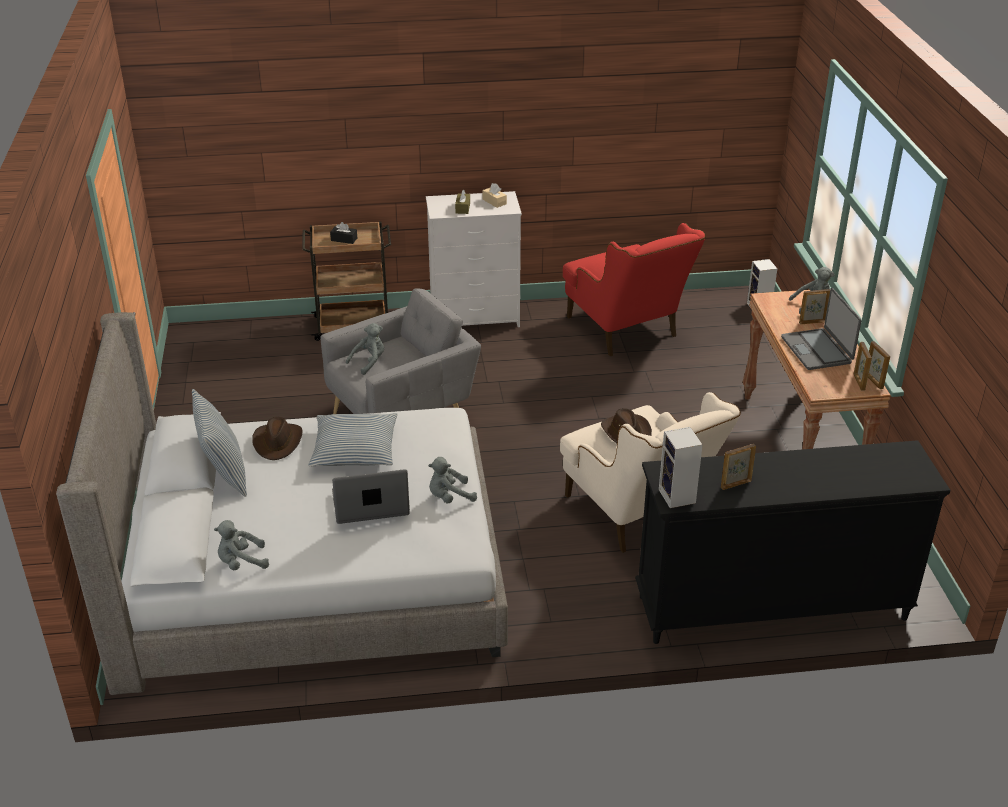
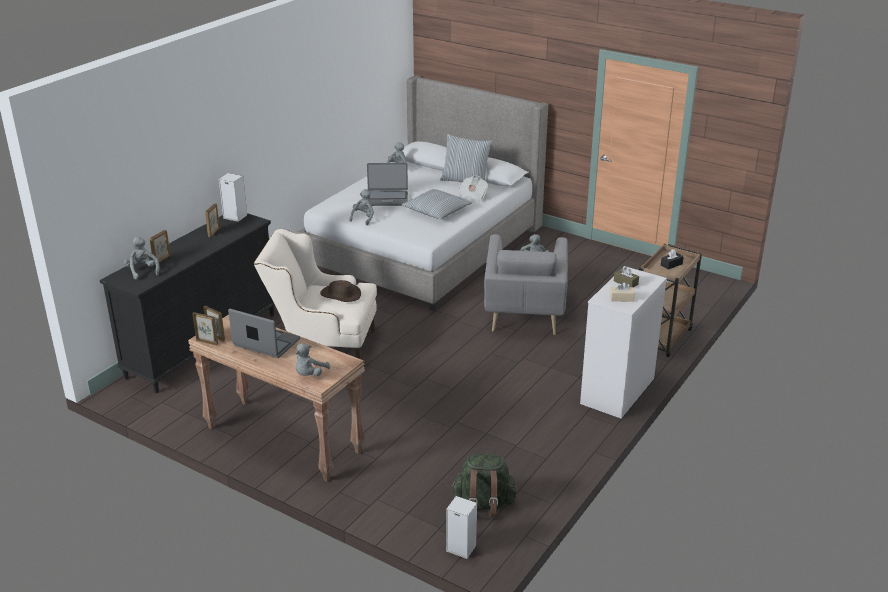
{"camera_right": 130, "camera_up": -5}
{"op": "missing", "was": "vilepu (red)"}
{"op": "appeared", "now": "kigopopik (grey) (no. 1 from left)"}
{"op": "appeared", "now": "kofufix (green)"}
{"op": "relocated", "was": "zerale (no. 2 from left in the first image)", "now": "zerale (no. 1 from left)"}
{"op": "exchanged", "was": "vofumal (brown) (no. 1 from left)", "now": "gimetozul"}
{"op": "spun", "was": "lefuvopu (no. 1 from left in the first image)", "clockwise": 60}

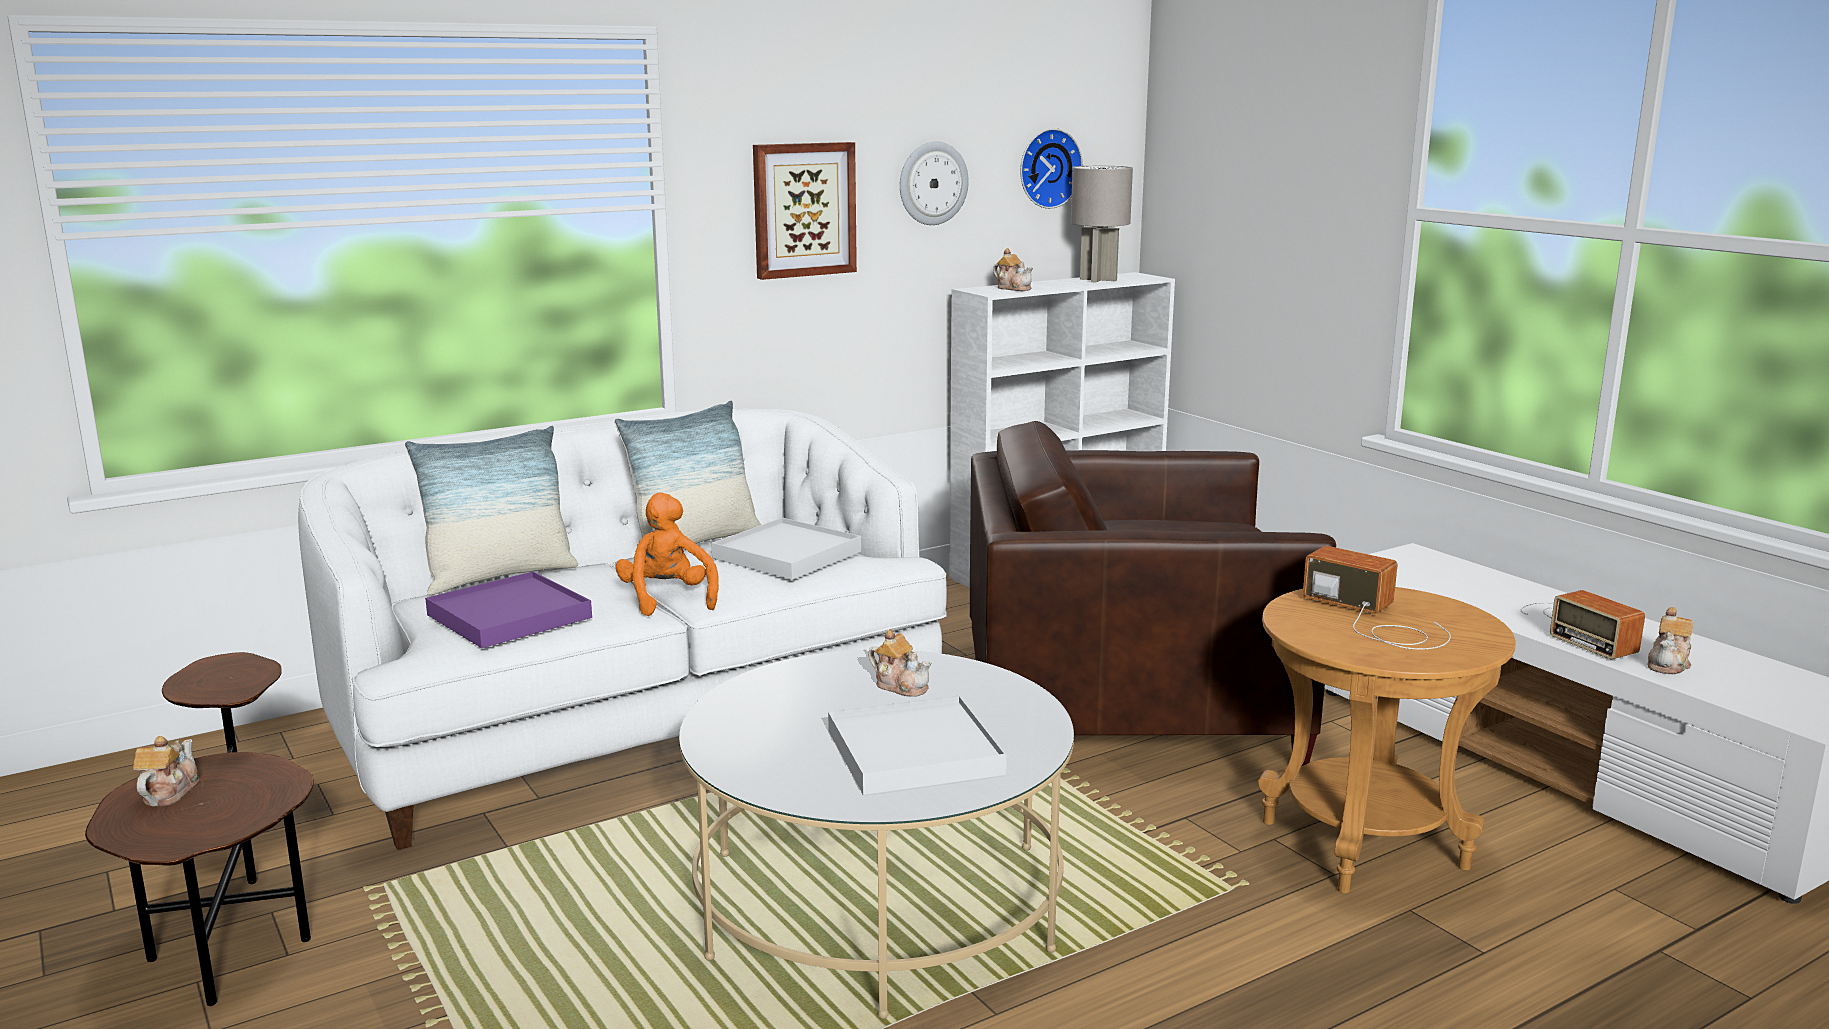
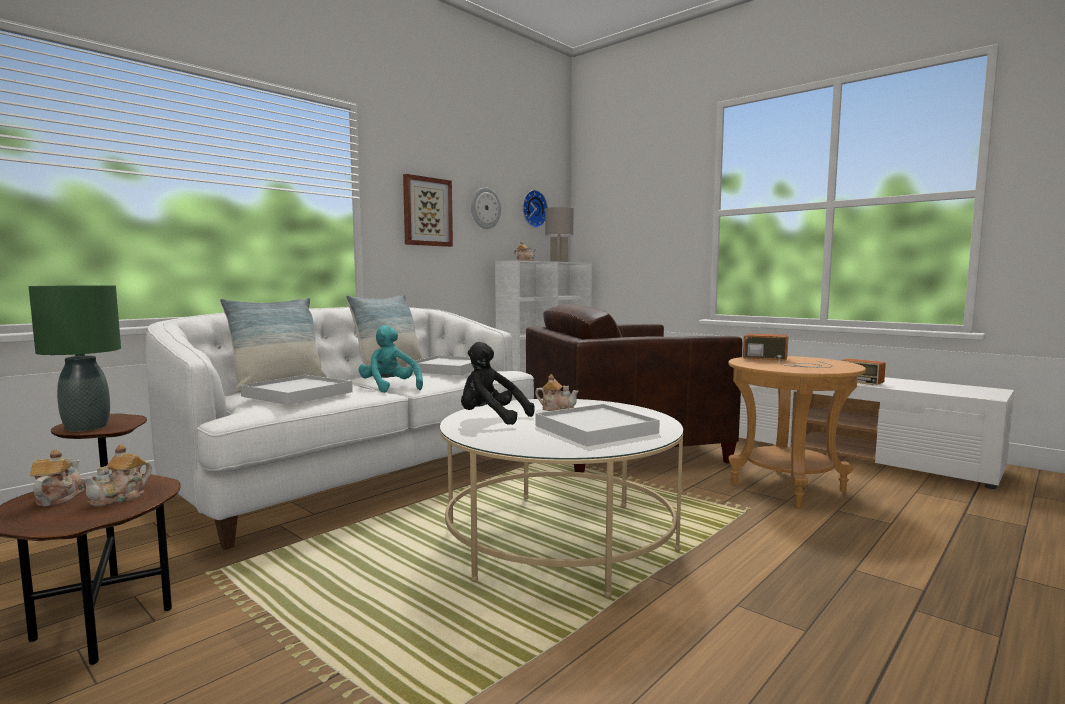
{"camera_right": -15, "camera_up": -10}
{"op": "appeared", "now": "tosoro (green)"}
{"op": "appeared", "now": "kigopopik (black)"}
{"op": "relocated", "was": "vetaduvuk (no. 4 from left in the first image)", "now": "vetaduvuk (no. 2 from left)"}
{"op": "colour", "was": "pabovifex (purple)", "now": "pabovifex (white) (no. 1 from left)"}
{"op": "colour", "was": "kigopopik (orange)", "now": "kigopopik (turquoise)"}

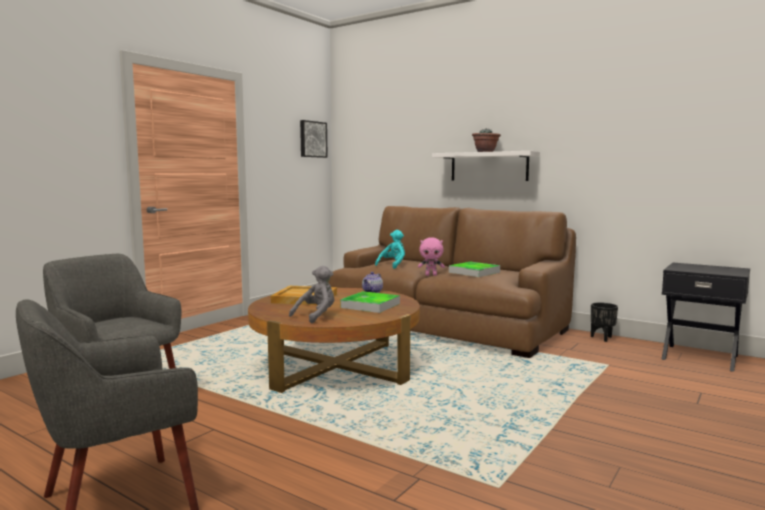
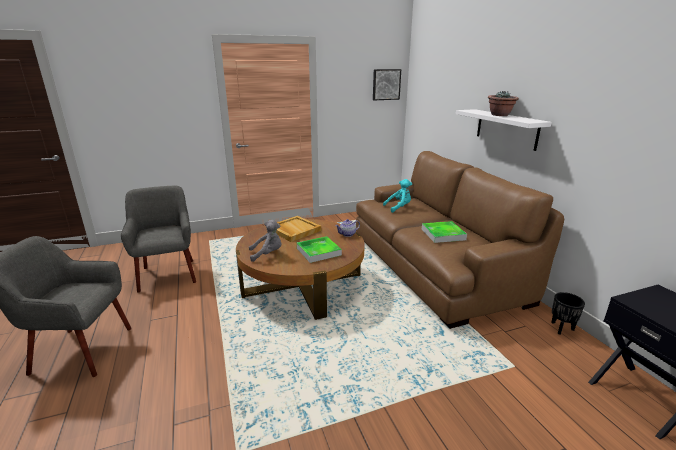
{"camera_right": 35, "camera_up": 15}
{"op": "missing", "was": "kigopopik (pink)"}

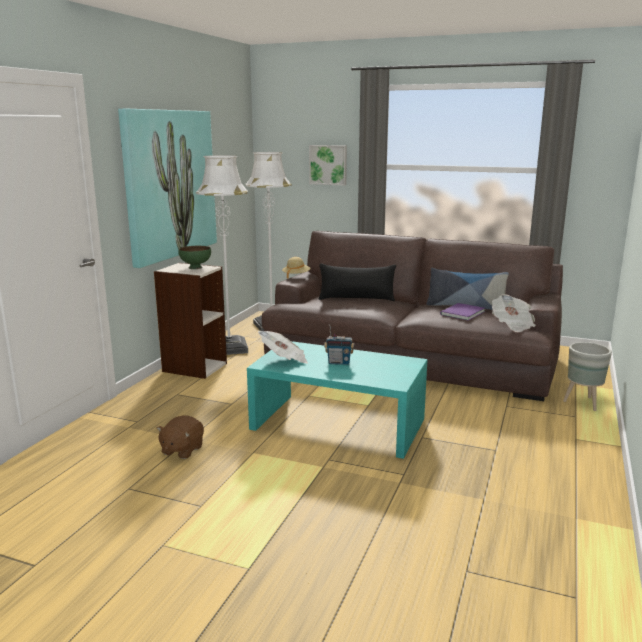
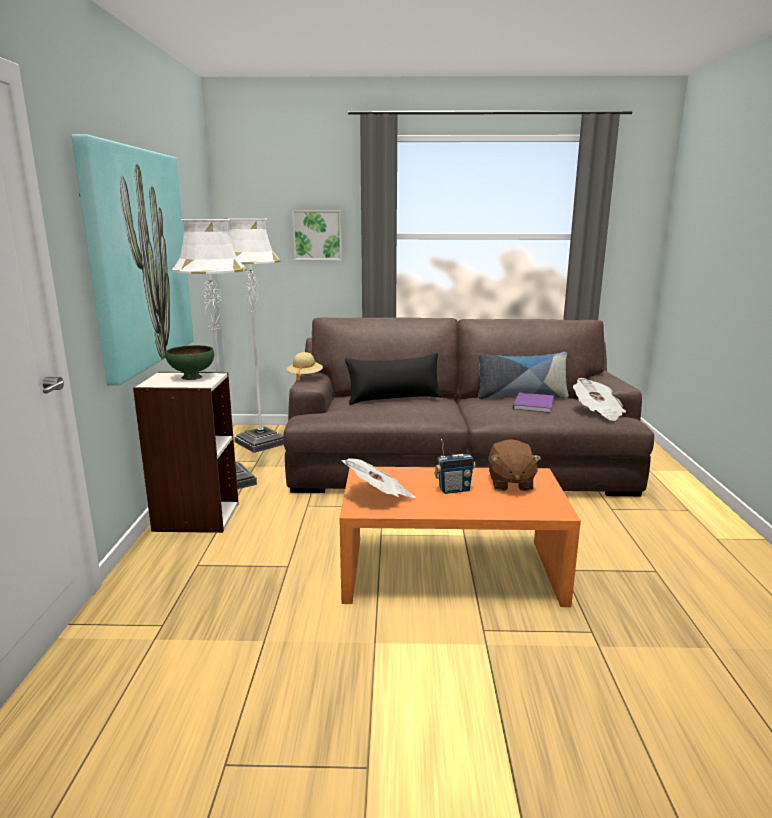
{"camera_right": -20, "camera_up": 0}
{"op": "missing", "was": "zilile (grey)"}
{"op": "relocated", "was": "kigopopik (brown)"}
{"op": "colour", "was": "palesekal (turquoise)", "now": "palesekal (orange)"}

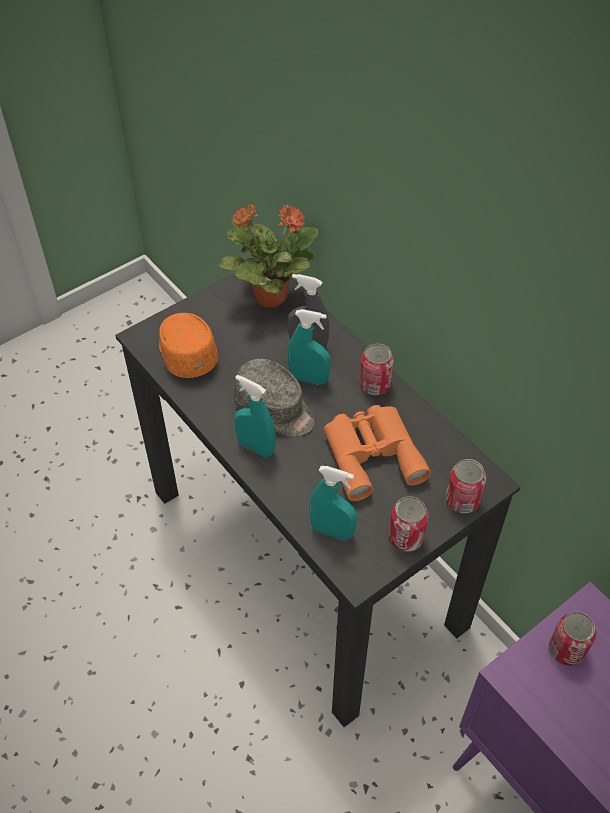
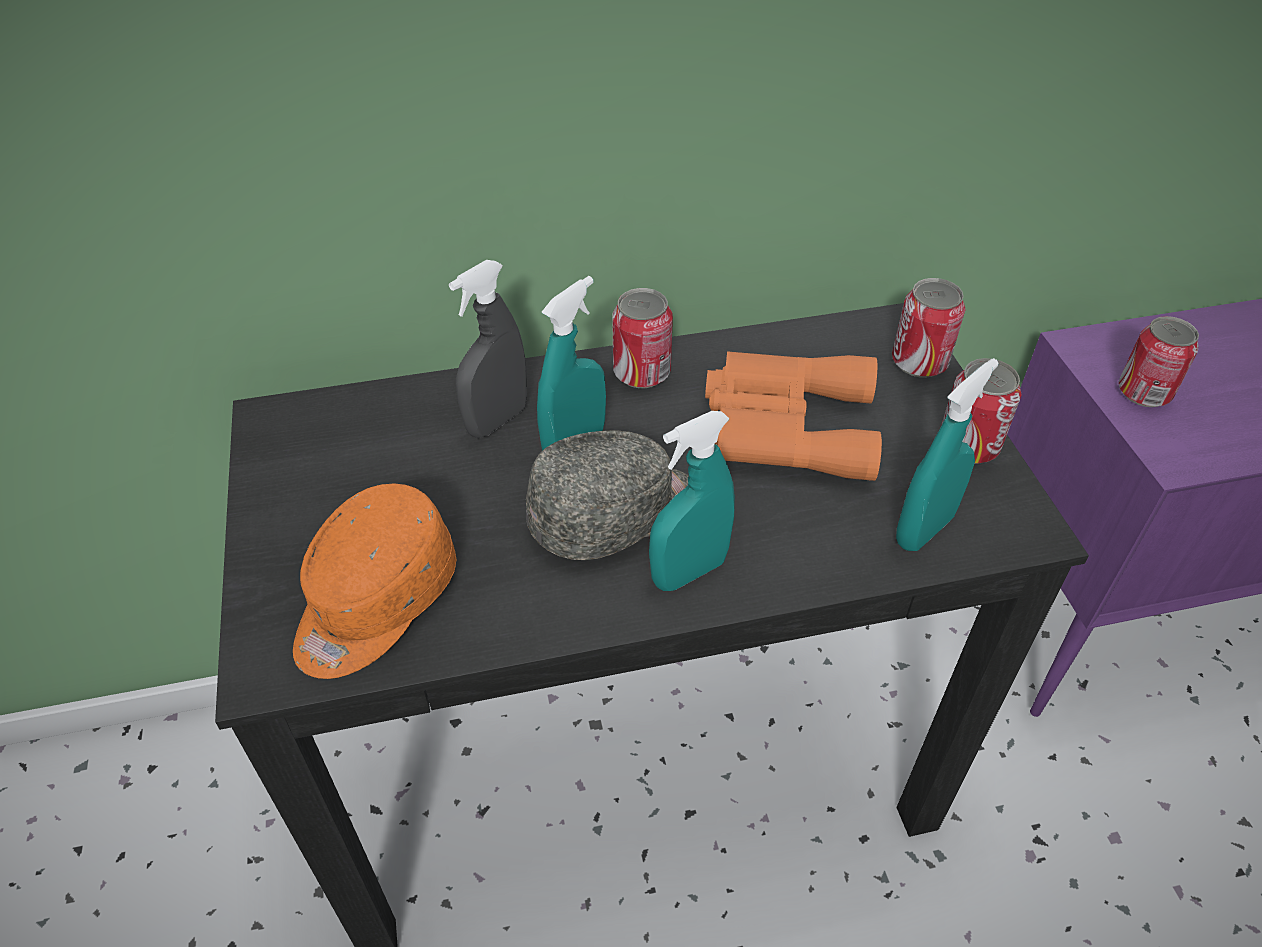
{"camera_right": -65, "camera_up": -5}
{"op": "missing", "was": "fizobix"}
{"op": "spun", "was": "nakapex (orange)", "clockwise": -60}

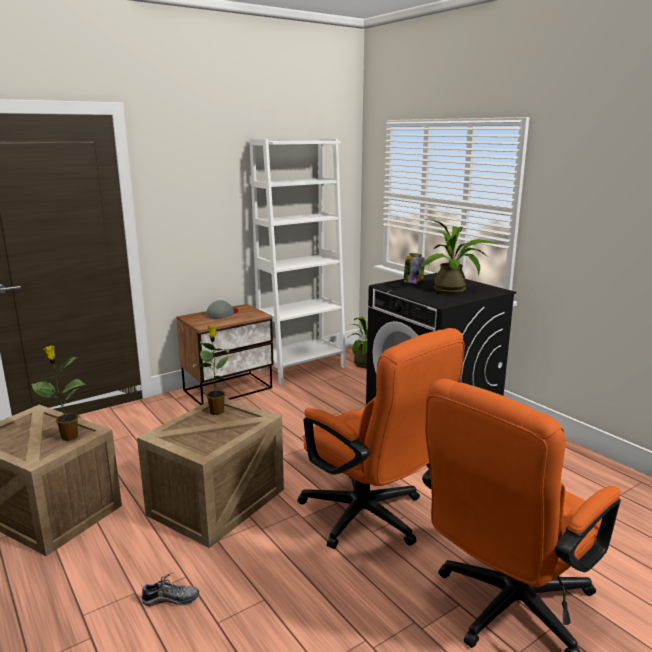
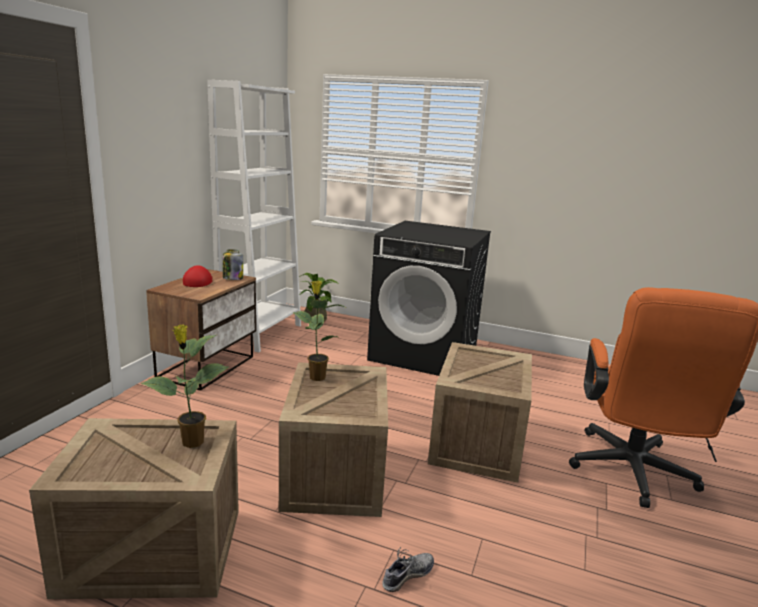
{"camera_right": -35, "camera_up": 0}
{"op": "missing", "was": "fizobix (no. 4 from left)"}
{"op": "relocated", "was": "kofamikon"}
{"op": "exchanged", "was": "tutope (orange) (no. 1 from left)", "now": "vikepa (no. 3 from left)"}
{"op": "colour", "was": "nakapex (grey)", "now": "nakapex (red)"}

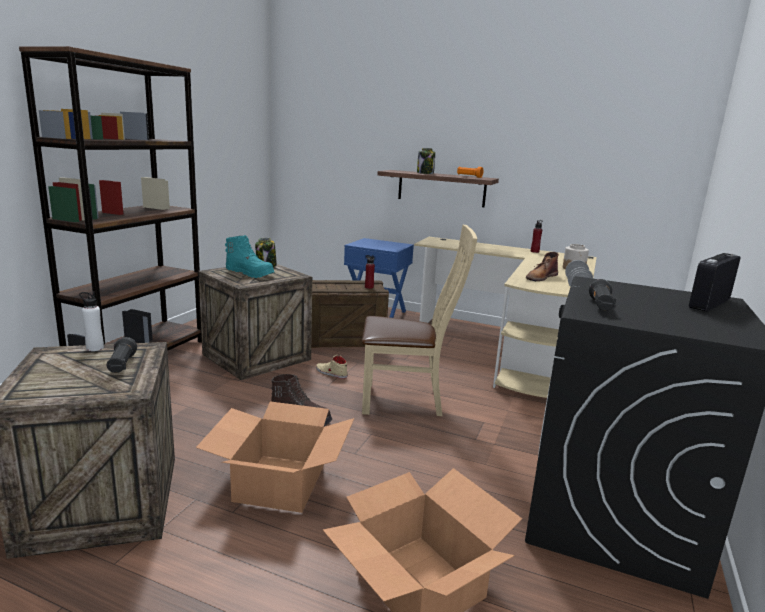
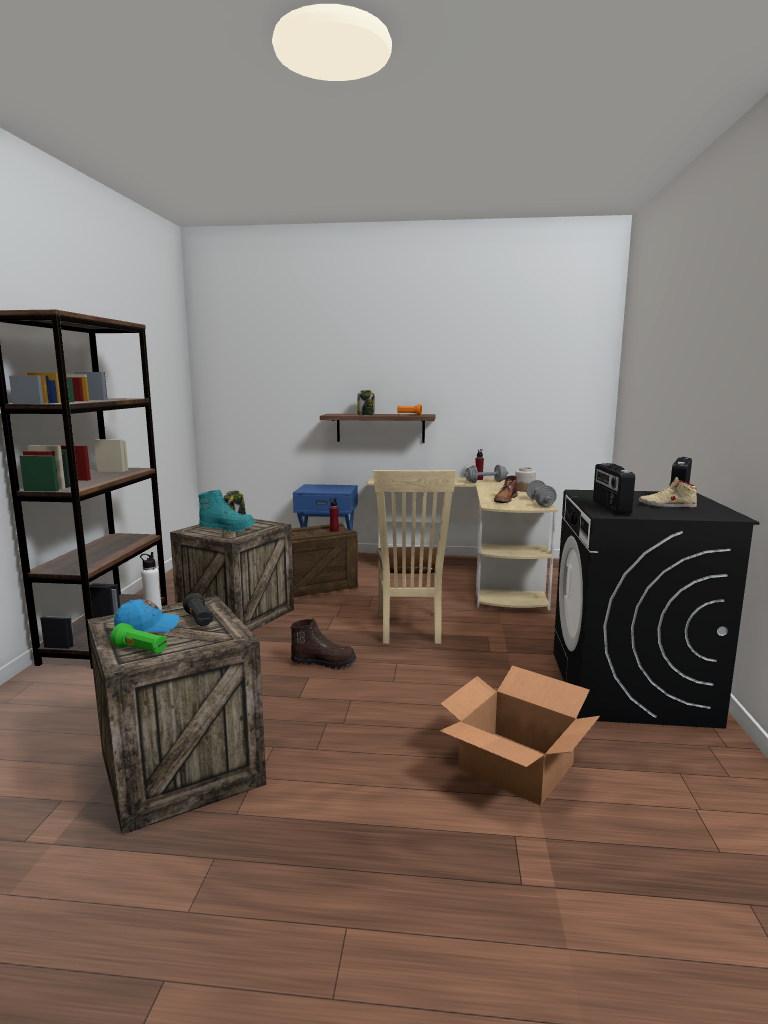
{"camera_right": -15, "camera_up": -5}
{"op": "missing", "was": "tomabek (no. 1 from left)"}
{"op": "appeared", "now": "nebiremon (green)"}
{"op": "appeared", "now": "nakapex (blue)"}
{"op": "appeared", "now": "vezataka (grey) (no. 1 from left)"}
{"op": "relocated", "was": "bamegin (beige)"}
{"op": "exchanged", "was": "nebiremon (black) (no. 2 from left)", "now": "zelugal (no. 1 from left)"}
{"op": "spun", "was": "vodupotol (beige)", "clockwise": 105}

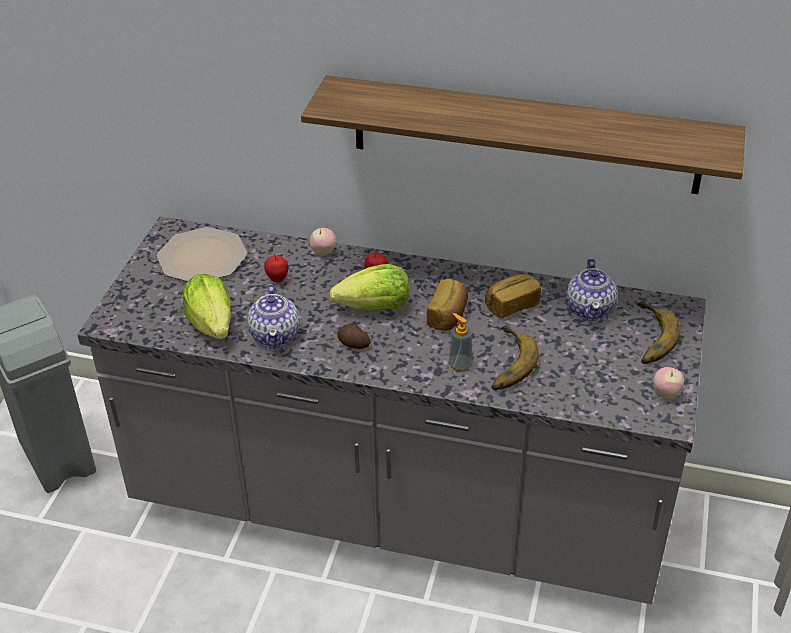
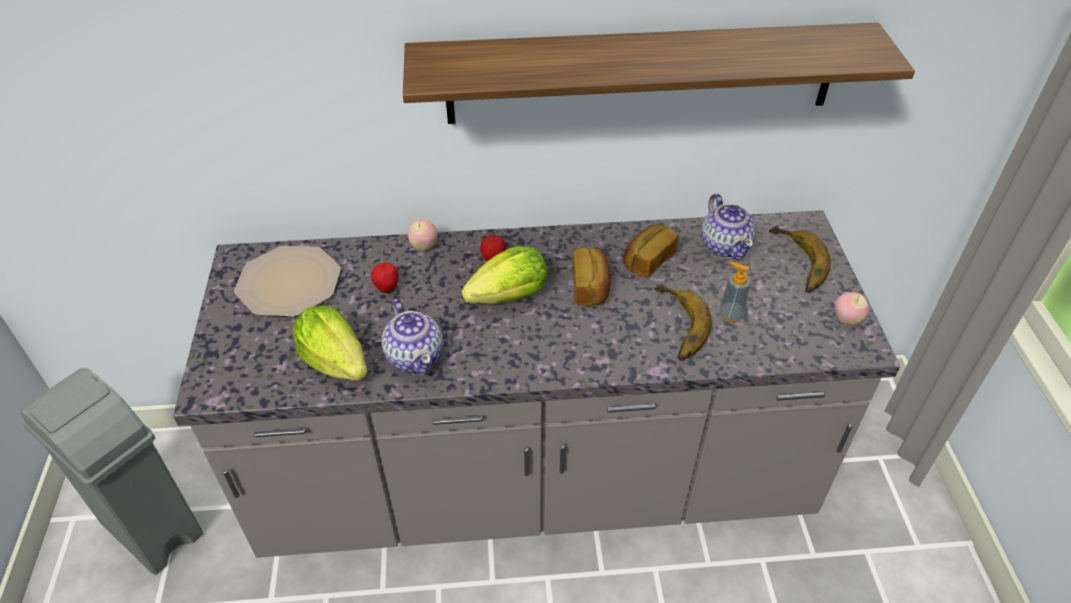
{"camera_right": -20, "camera_up": 5}
{"op": "missing", "was": "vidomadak"}
{"op": "relocated", "was": "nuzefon"}

